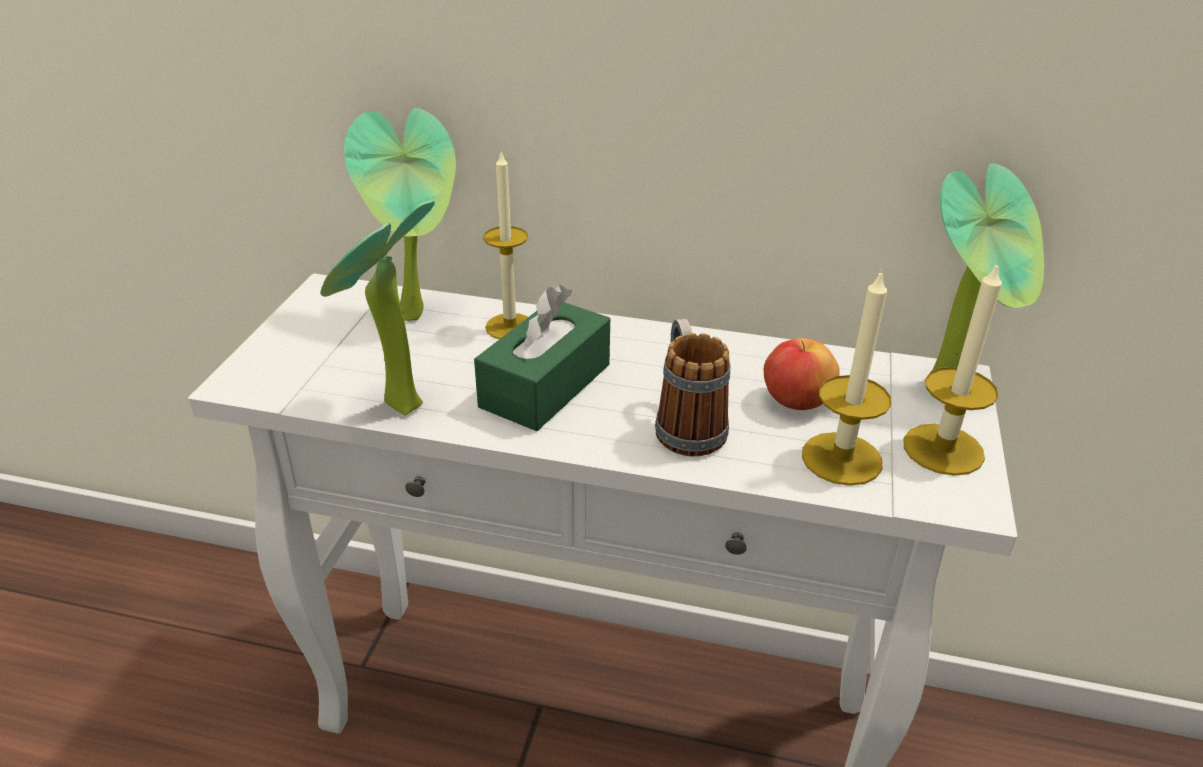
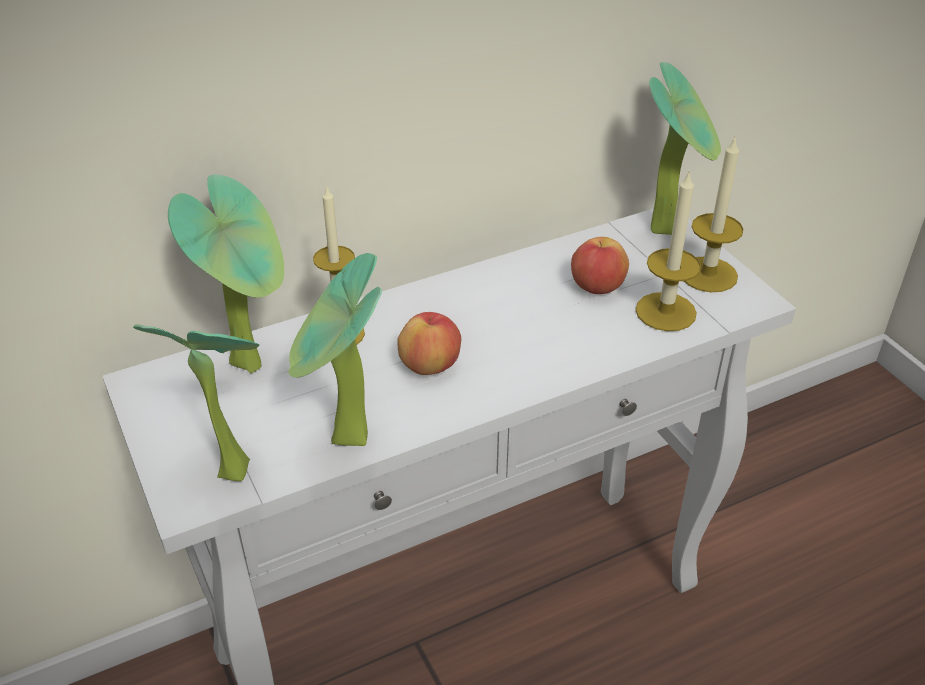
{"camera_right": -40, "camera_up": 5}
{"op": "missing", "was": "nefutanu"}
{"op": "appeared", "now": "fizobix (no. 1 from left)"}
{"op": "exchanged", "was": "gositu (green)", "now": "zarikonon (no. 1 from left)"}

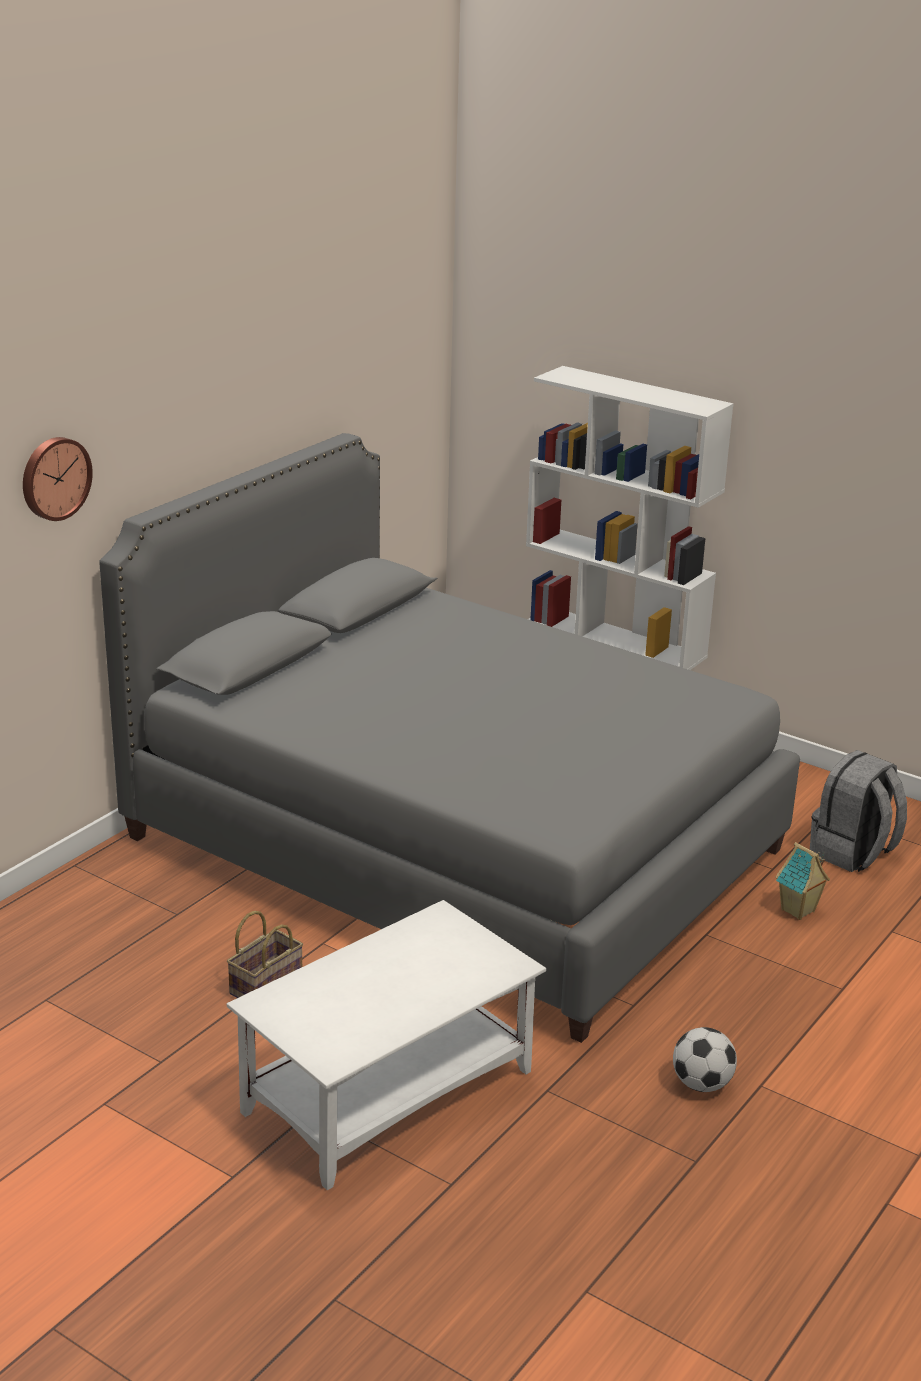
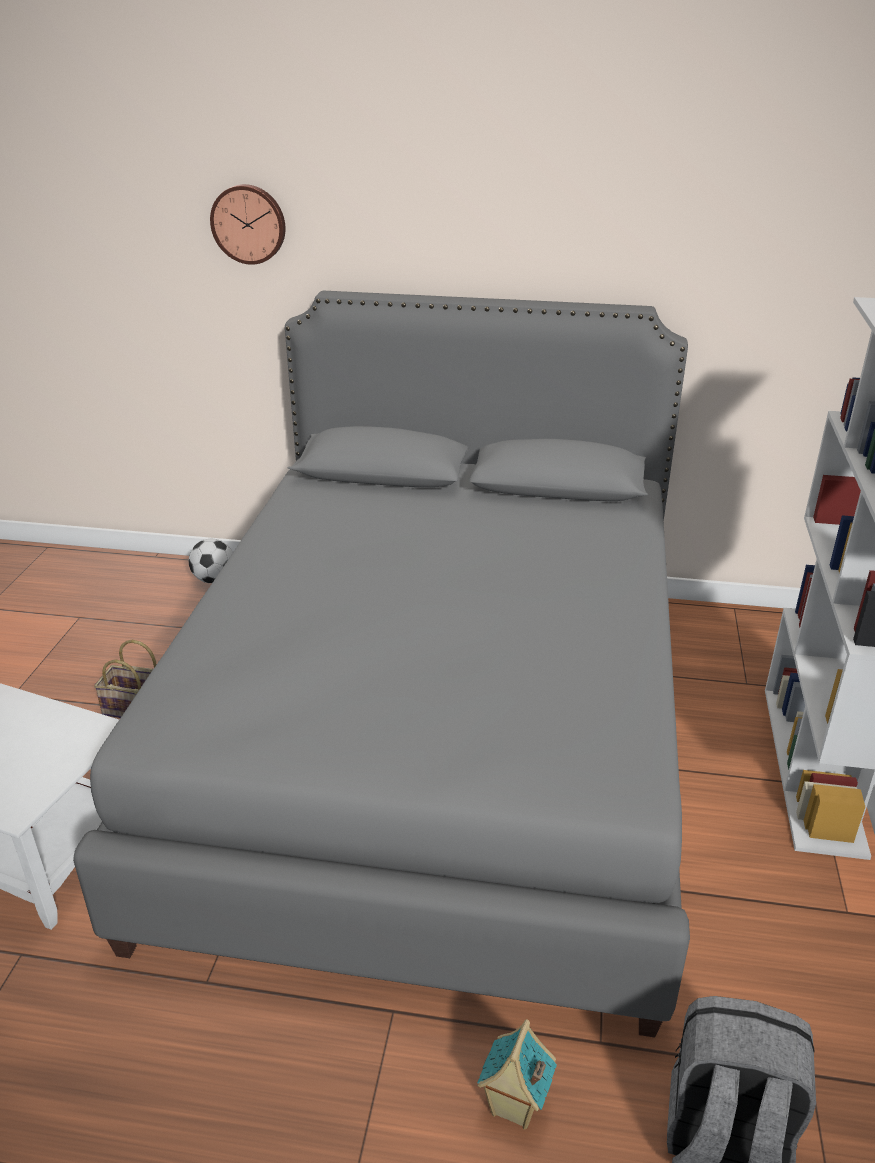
{"camera_right": 65, "camera_up": 5}
{"op": "relocated", "was": "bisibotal"}

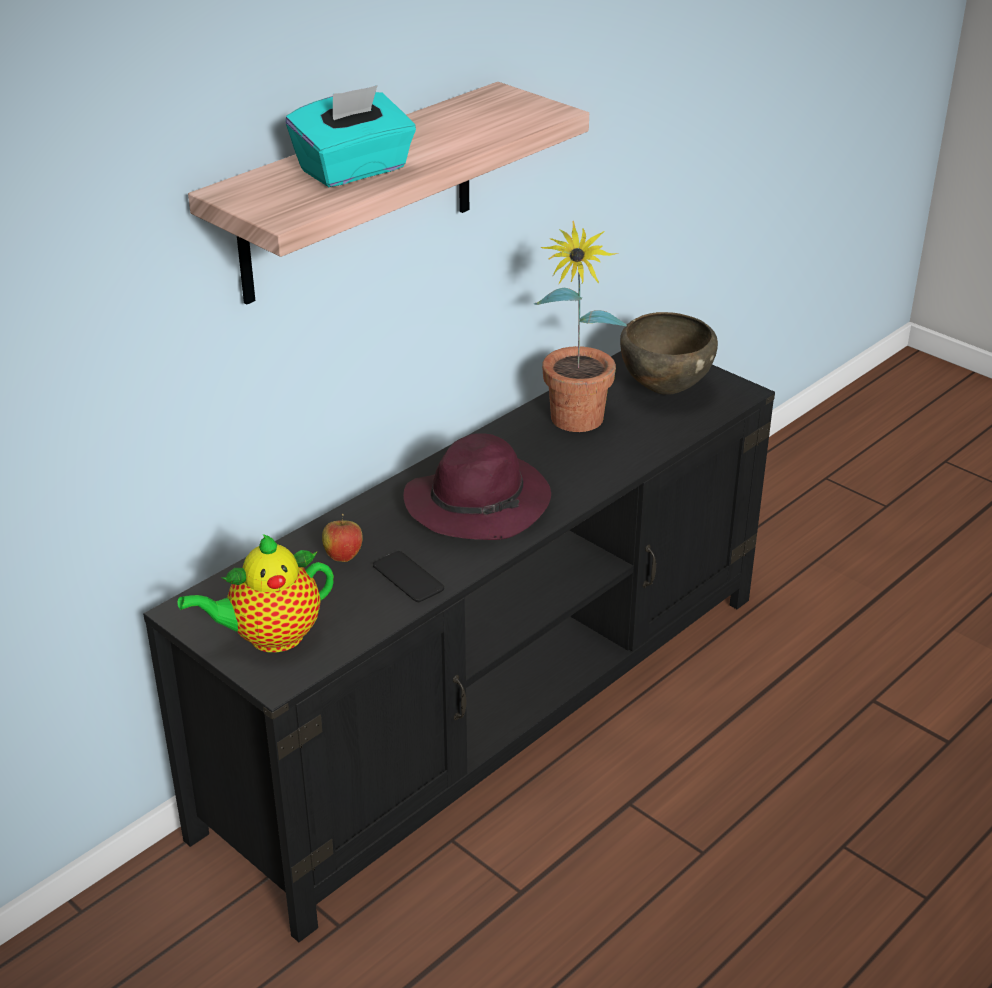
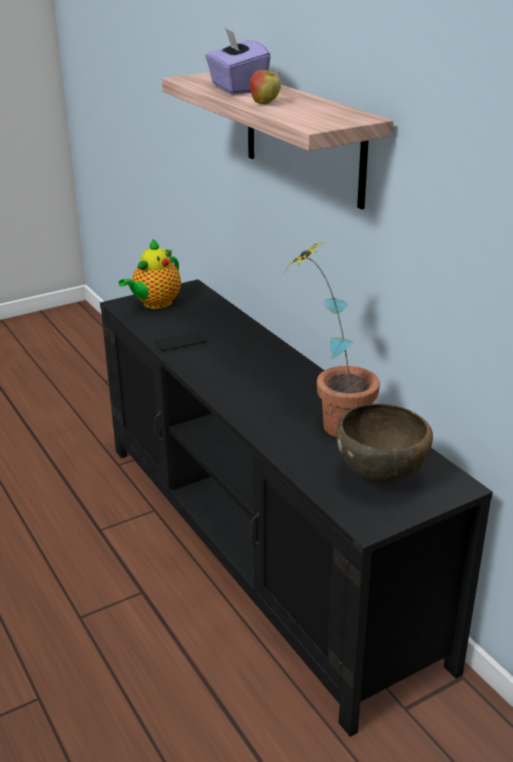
{"camera_right": 105, "camera_up": -5}
{"op": "missing", "was": "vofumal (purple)"}
{"op": "relocated", "was": "zarikonon"}
{"op": "colour", "was": "gositu (turquoise)", "now": "gositu (purple)"}
{"op": "spun", "was": "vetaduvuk", "clockwise": -135}

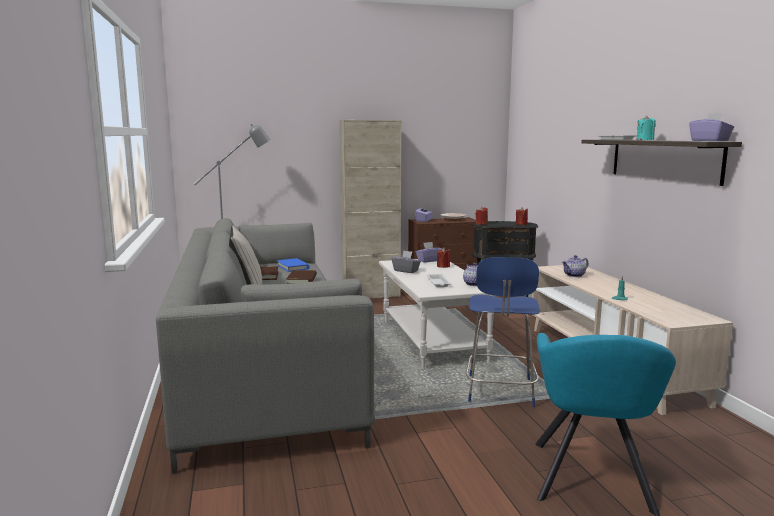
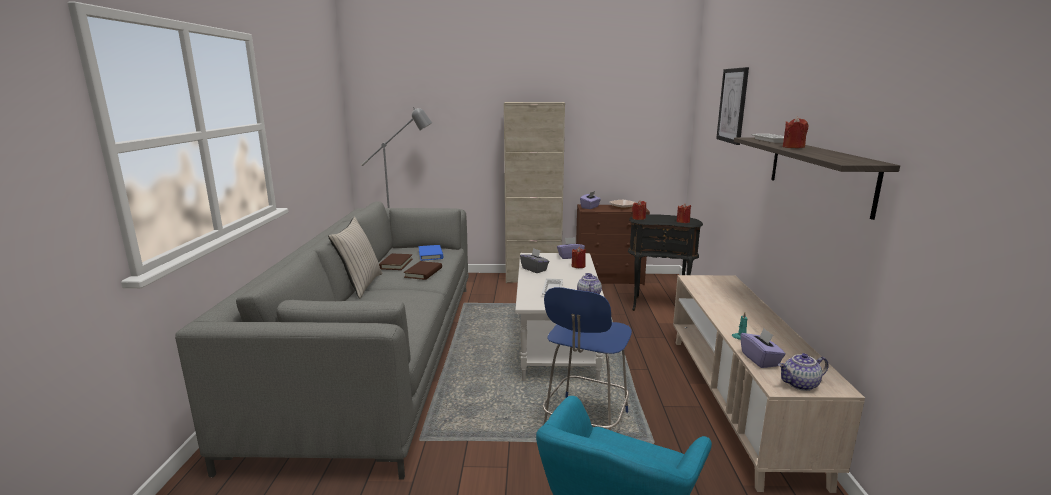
{"camera_right": 15, "camera_up": 5}
{"op": "appeared", "now": "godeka"}
{"op": "relocated", "was": "vetaduvuk (no. 2 from left)"}
{"op": "relocated", "was": "gositu (purple) (no. 3 from left)"}
{"op": "colour", "was": "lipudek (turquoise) (no. 2 from left)", "now": "lipudek (red) (no. 4 from left)"}

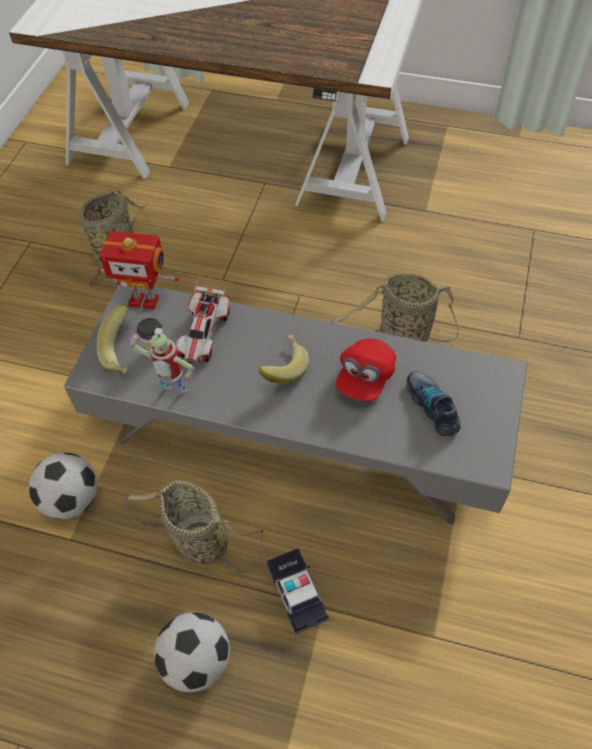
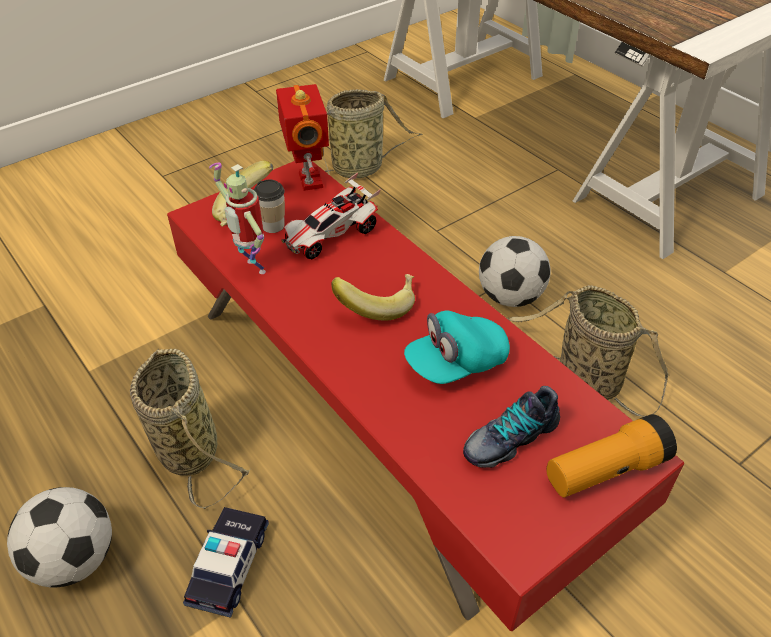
{"camera_right": 35, "camera_up": -10}
{"op": "appeared", "now": "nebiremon"}
{"op": "relocated", "was": "bisibotal (no. 1 from left in the first image)", "now": "bisibotal (no. 2 from left)"}
{"op": "colour", "was": "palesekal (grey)", "now": "palesekal (red)"}
{"op": "colour", "was": "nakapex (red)", "now": "nakapex (turquoise)"}
{"op": "spun", "was": "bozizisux (no. 1 from left in the first image)", "clockwise": -150}
{"op": "spun", "was": "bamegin", "clockwise": -135}

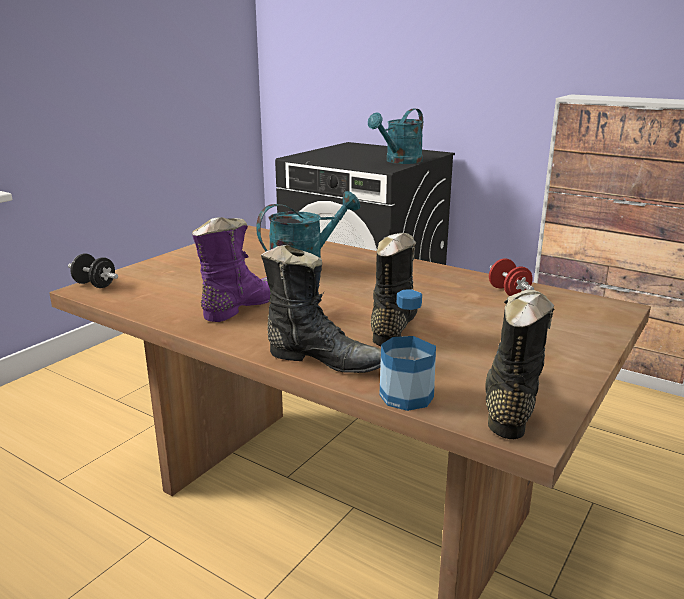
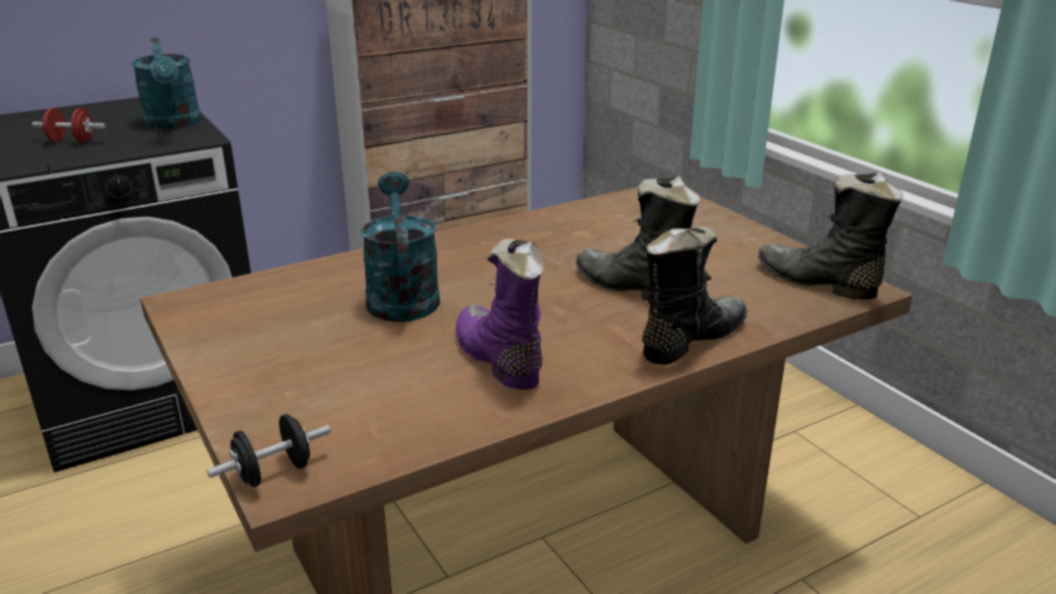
{"camera_right": -65, "camera_up": 5}
{"op": "missing", "was": "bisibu"}
{"op": "relocated", "was": "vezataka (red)"}

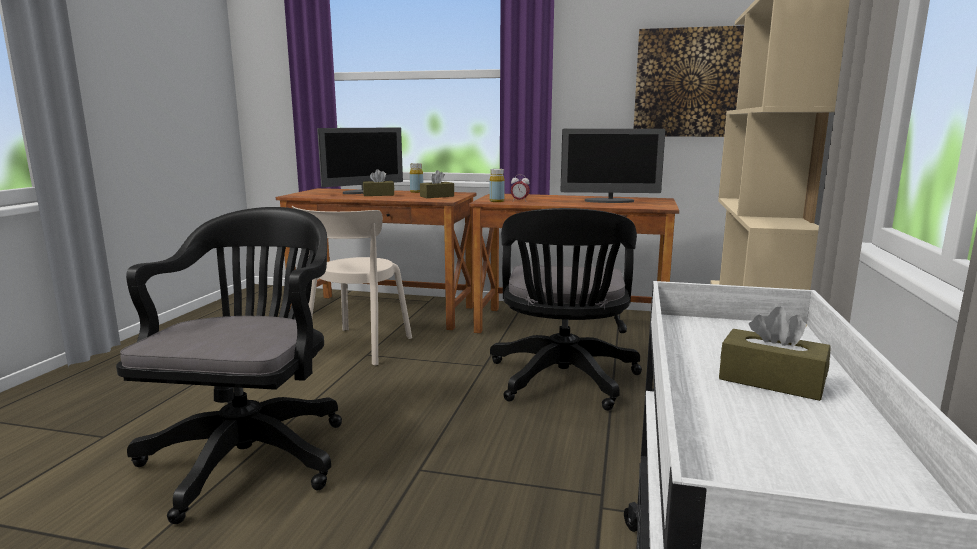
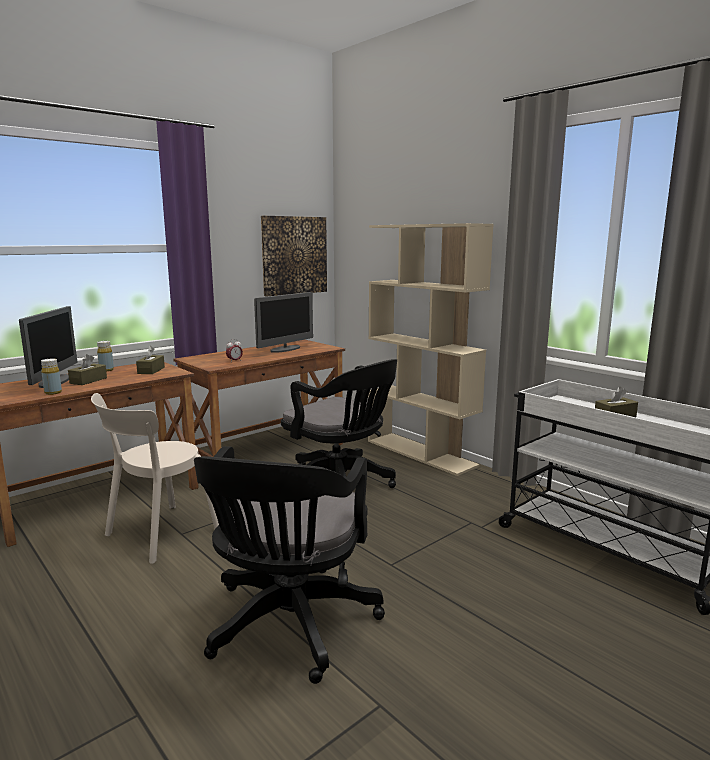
{"camera_right": -55, "camera_up": 0}
{"op": "relocated", "was": "bisibu (yellow) (no. 2 from left in the first image)", "now": "bisibu (yellow) (no. 1 from left)"}
{"op": "spun", "was": "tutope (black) (no. 1 from left)", "clockwise": -120}
{"op": "spun", "was": "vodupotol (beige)", "clockwise": 75}

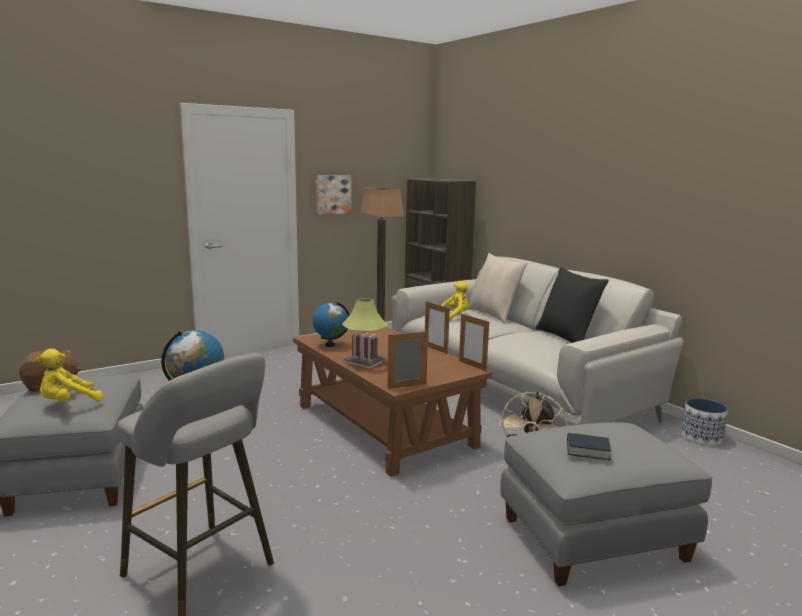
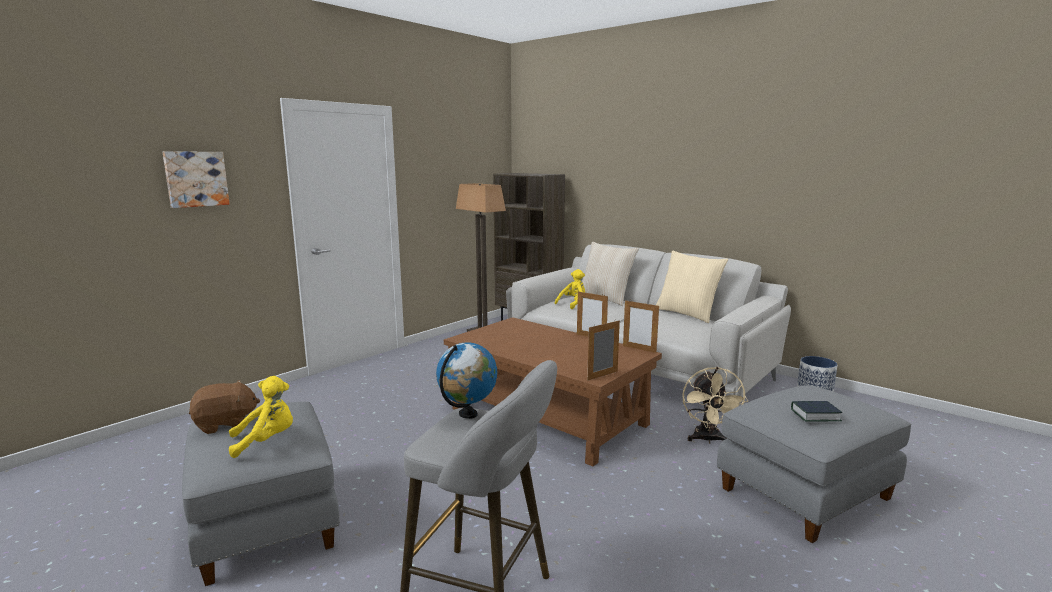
{"camera_right": -15, "camera_up": 0}
{"op": "missing", "was": "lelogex (no. 2 from left)"}
{"op": "missing", "was": "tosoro"}
{"op": "relocated", "was": "godeka"}
{"op": "colour", "was": "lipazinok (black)", "now": "lipazinok (beige) (no. 2 from left)"}
{"op": "spun", "was": "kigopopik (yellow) (no. 1 from left)", "clockwise": -150}

